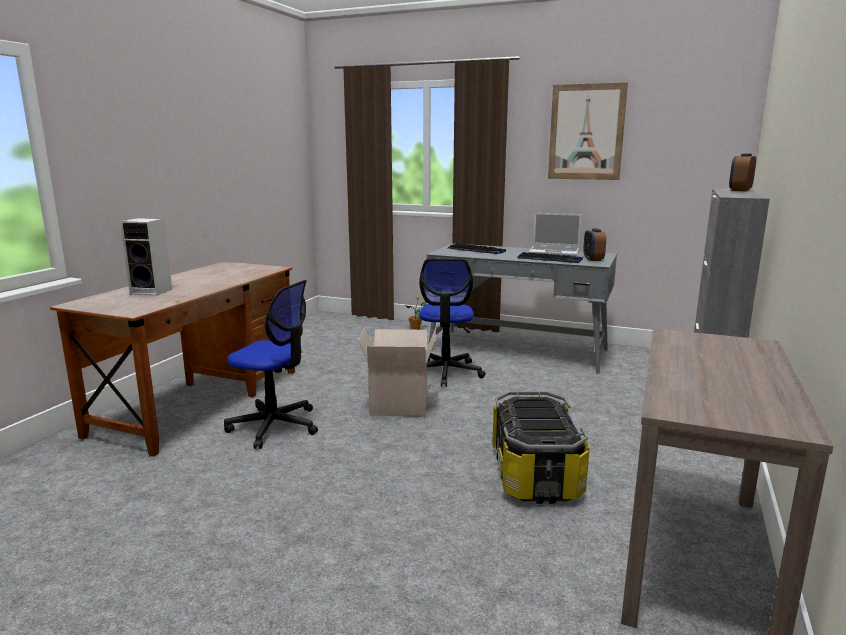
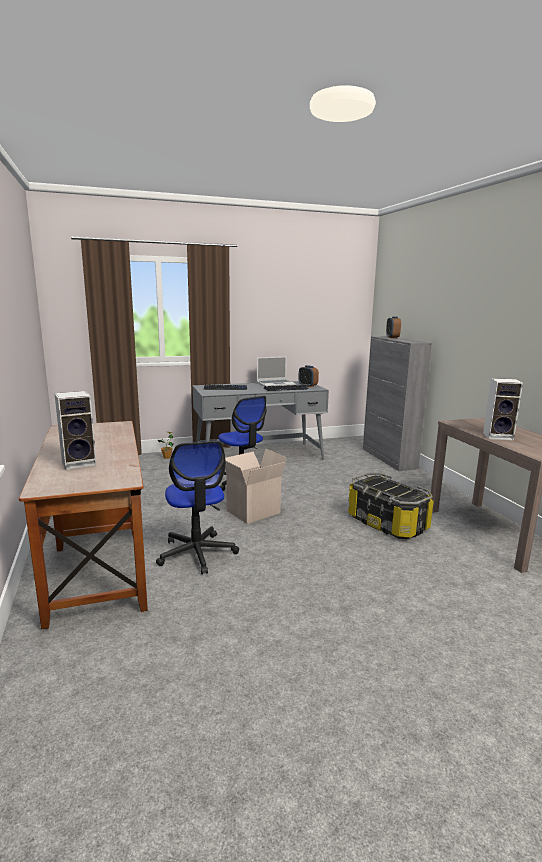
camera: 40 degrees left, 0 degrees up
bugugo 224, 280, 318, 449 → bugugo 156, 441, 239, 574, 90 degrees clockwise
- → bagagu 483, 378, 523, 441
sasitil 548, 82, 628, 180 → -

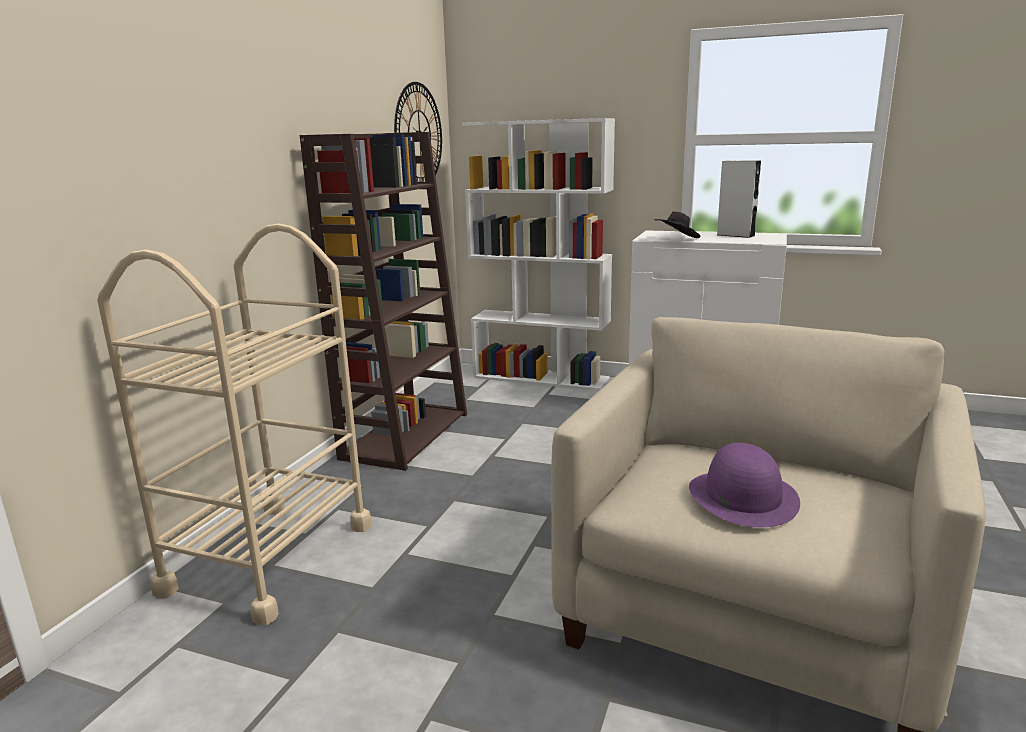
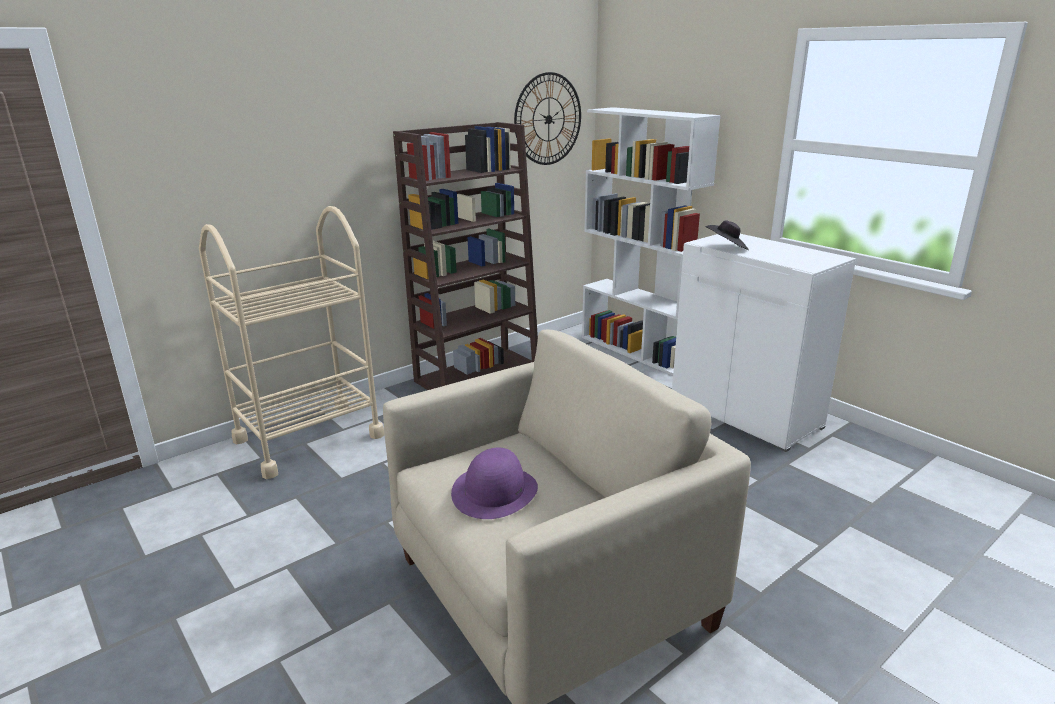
camera: 30 degrees right, 5 degrees up
grey bagagu 717, 160, 761, 238 → -

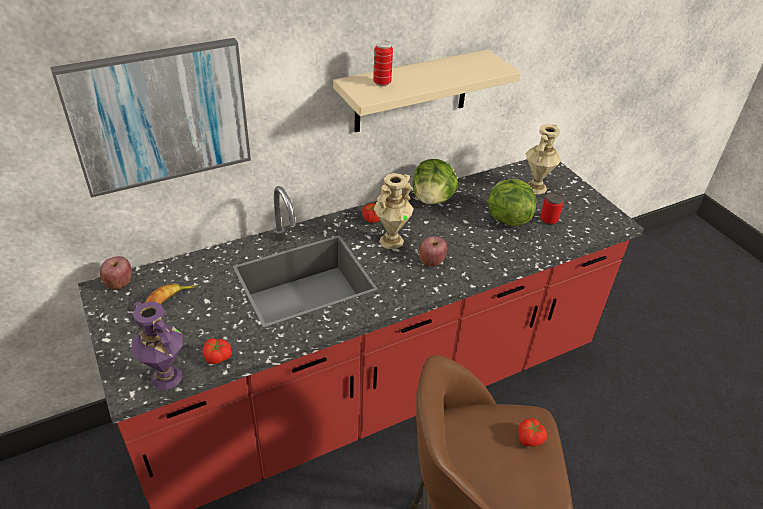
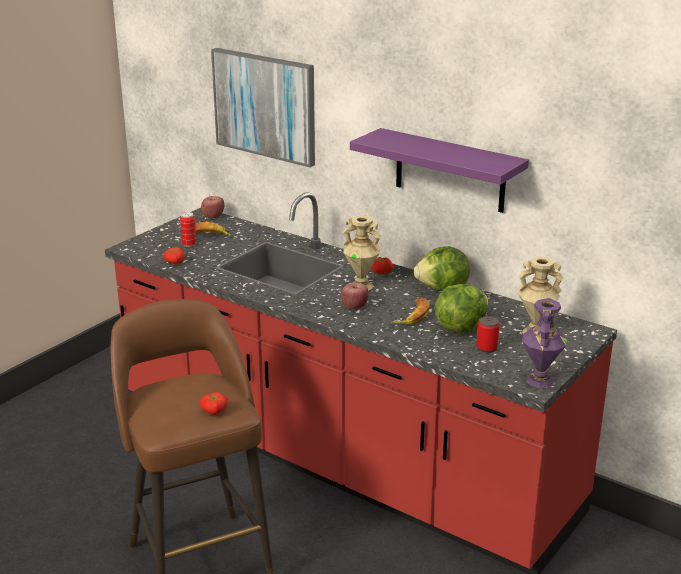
camera: 65 degrees right, 15 degrees down
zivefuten 373, 40, 393, 86 → zivefuten 180, 212, 196, 247, relocated
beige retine 333, 49, 521, 132 → purple retine 350, 128, 529, 213
- → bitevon 391, 297, 430, 325
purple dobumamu 131, 301, 183, 390 → purple dobumamu 522, 298, 567, 388, relocated

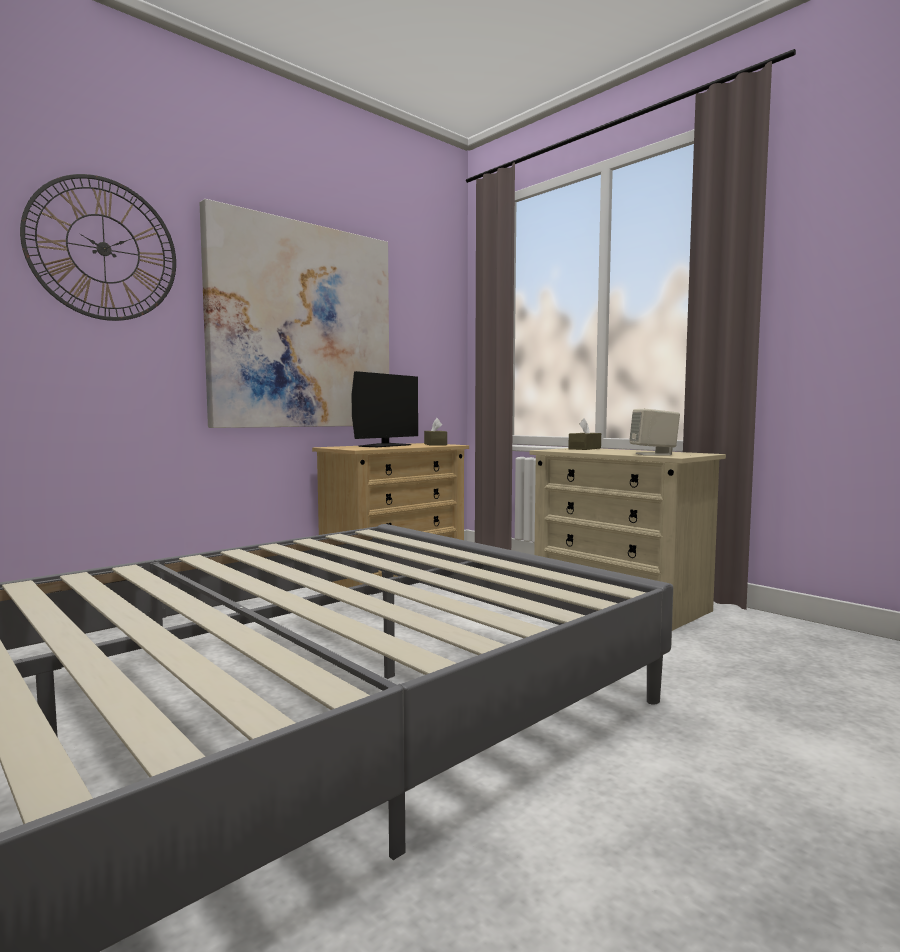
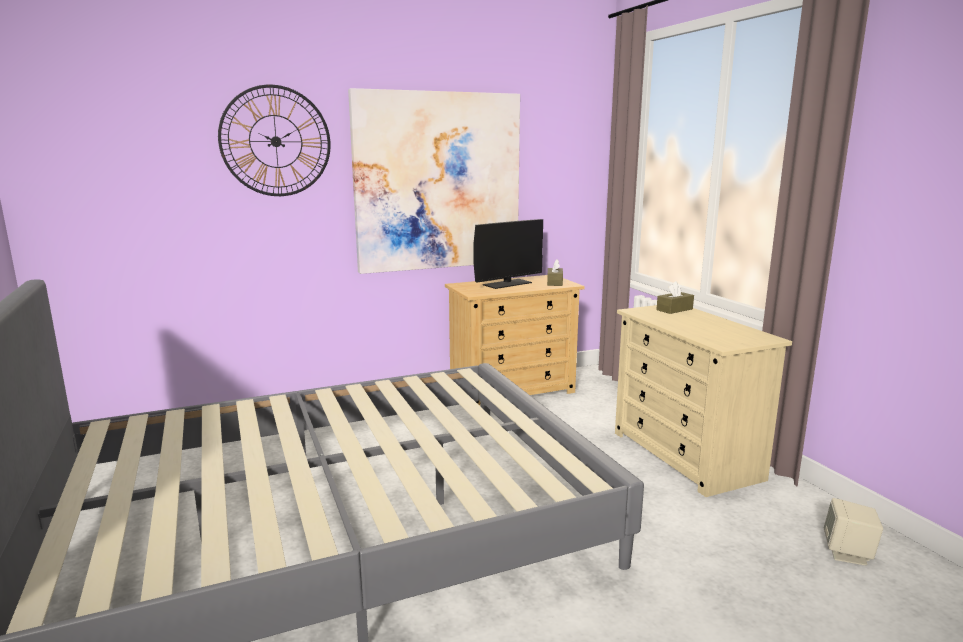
camera: 20 degrees right, 10 degrees up
beige bagagu 629, 409, 680, 456 → beige bagagu 824, 498, 883, 565, relocated

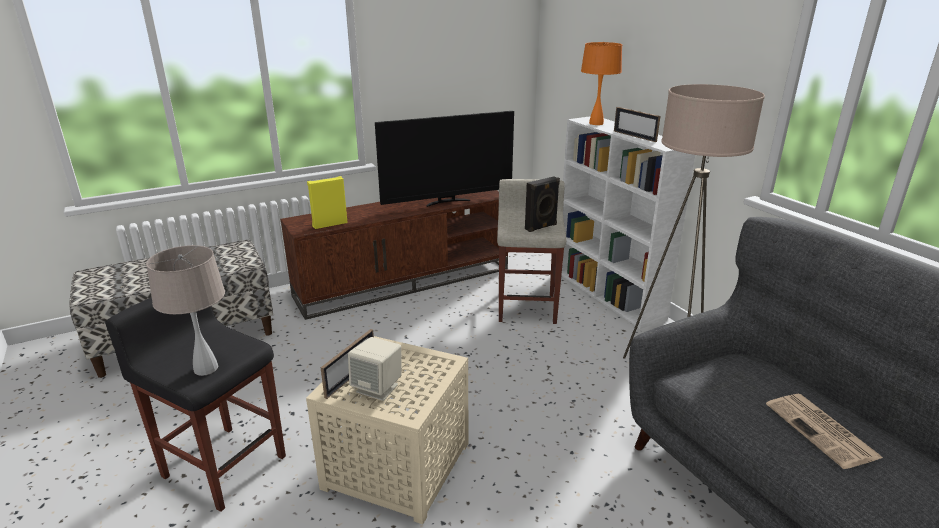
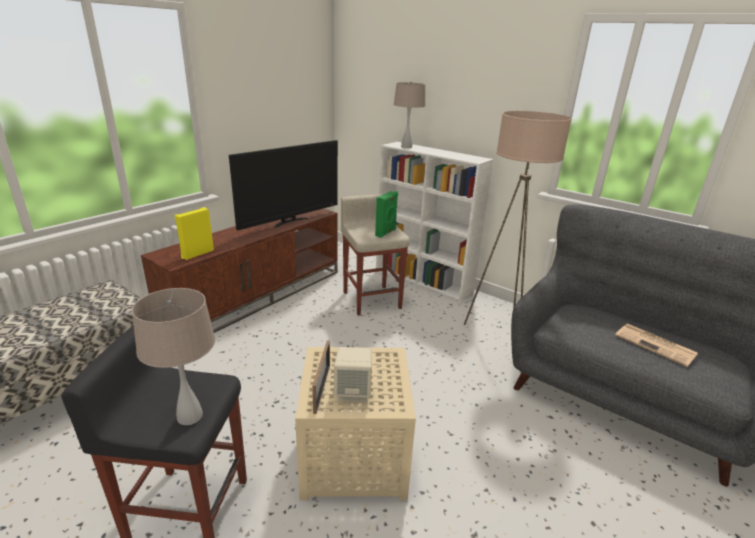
camera: 25 degrees left, 0 degrees up
black bagagu 525, 177, 560, 232 → green bagagu 375, 191, 398, 238
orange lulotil 581, 42, 622, 125 → beige lulotil 394, 82, 425, 148
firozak 614, 107, 660, 142 → -

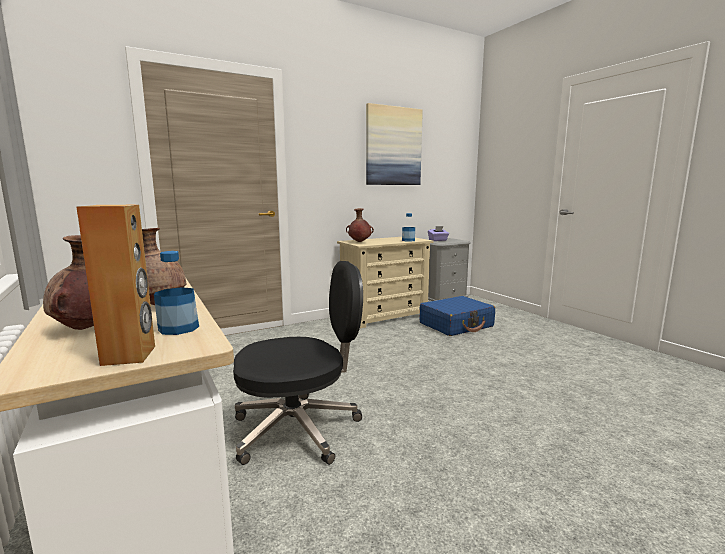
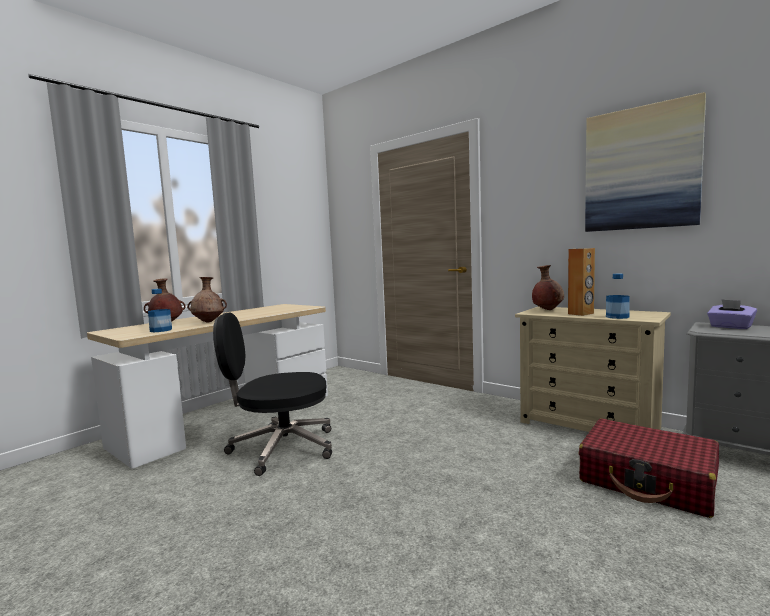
camera: 70 degrees right, 5 degrees down
black bugugo 233, 261, 363, 465 → black bugugo 213, 313, 332, 476, 120 degrees clockwise
brown bagagu 77, 205, 155, 366 → brown bagagu 568, 248, 595, 316, relocated
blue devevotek 419, 296, 495, 336 → red devevotek 579, 418, 719, 518

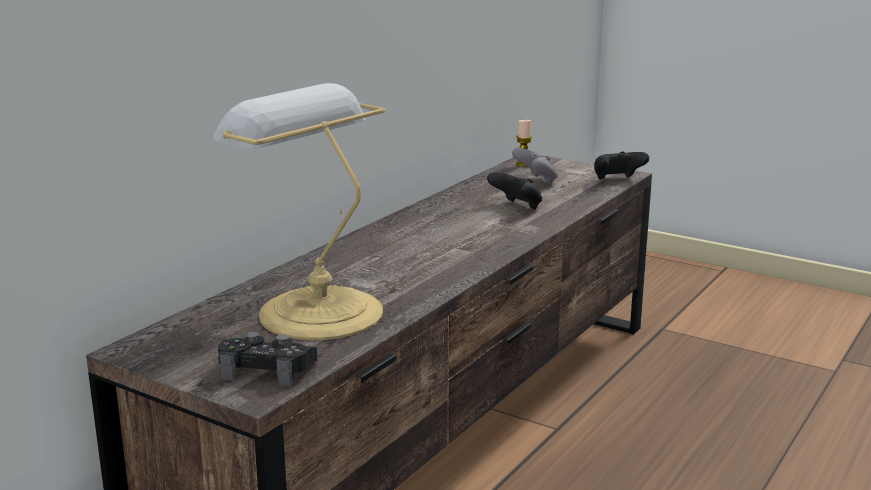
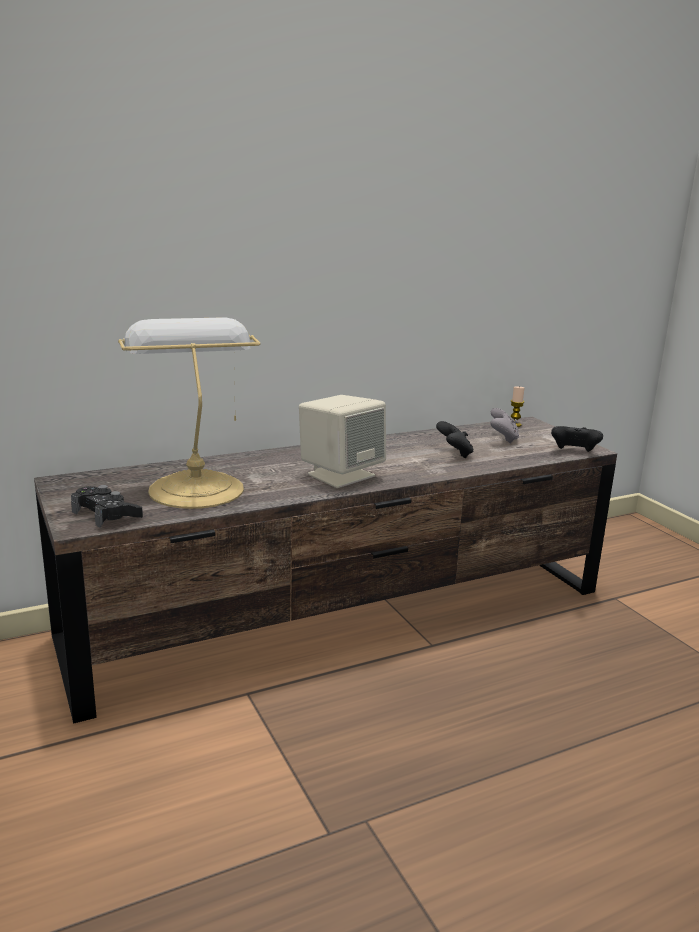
camera: 30 degrees right, 0 degrees up
- → beige bagagu 299, 395, 386, 488

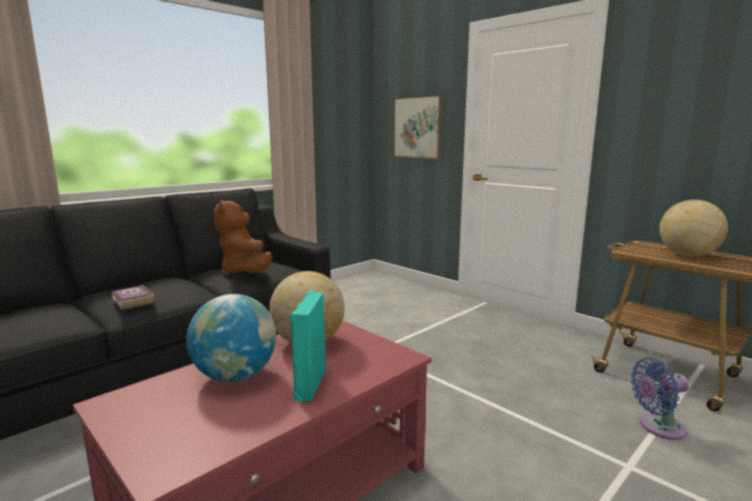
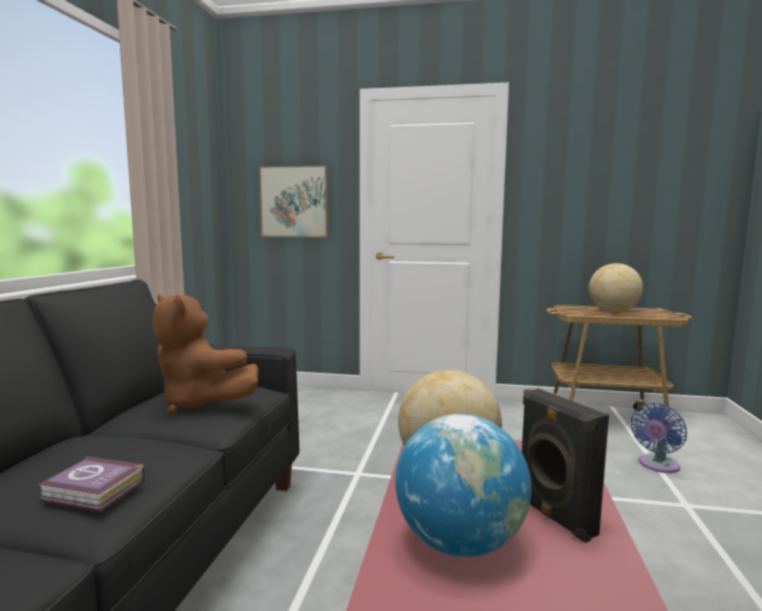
camera: 35 degrees left, 5 degrees down
turquoise bagagu 290, 291, 326, 402 → black bagagu 522, 388, 609, 543

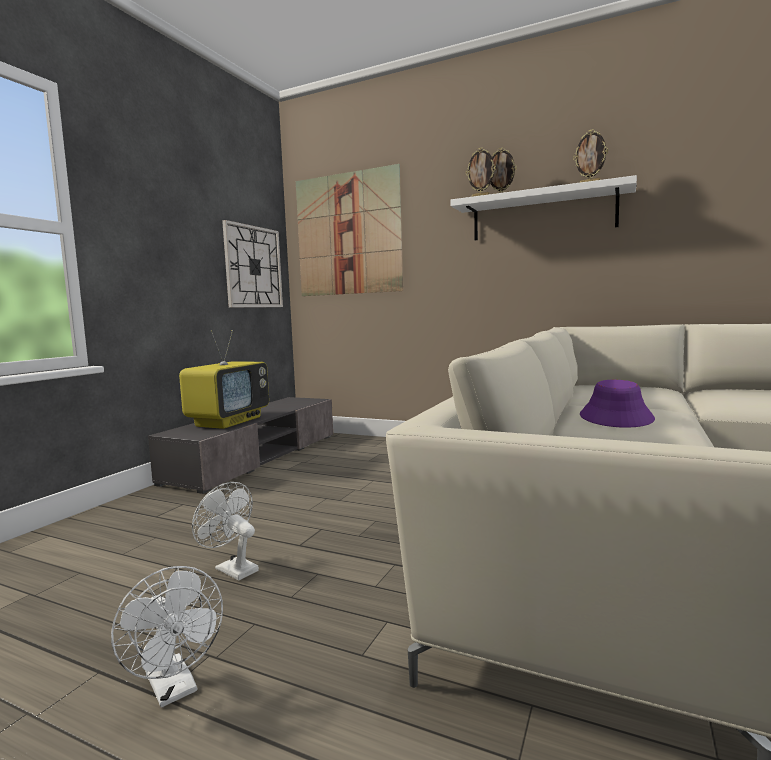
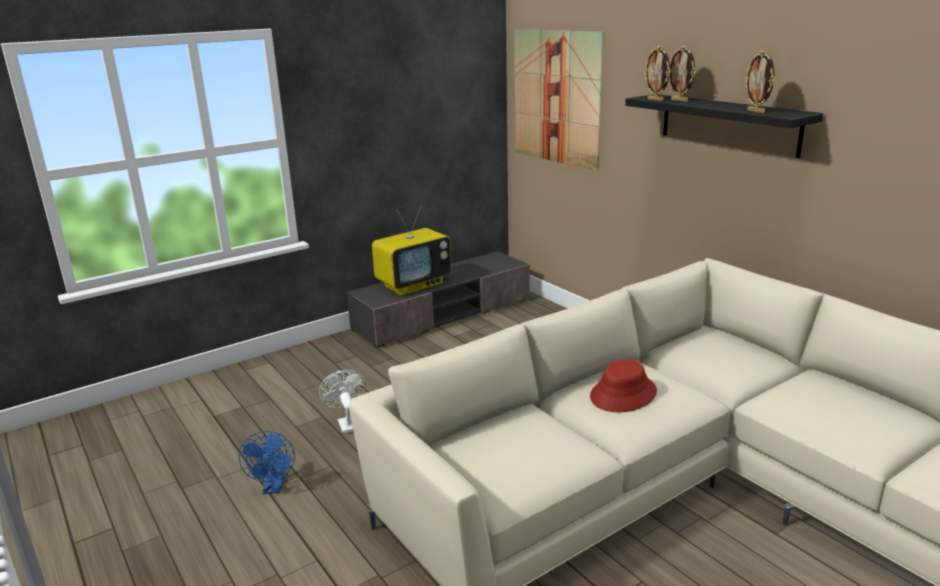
camera: 30 degrees right, 15 degrees up
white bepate 111, 566, 223, 707 → blue bepate 239, 431, 295, 494
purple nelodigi 580, 380, 655, 428 → red nelodigi 590, 359, 657, 412
white retine 450, 175, 637, 240 → black retine 625, 94, 823, 158
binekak 222, 220, 283, 307 → -

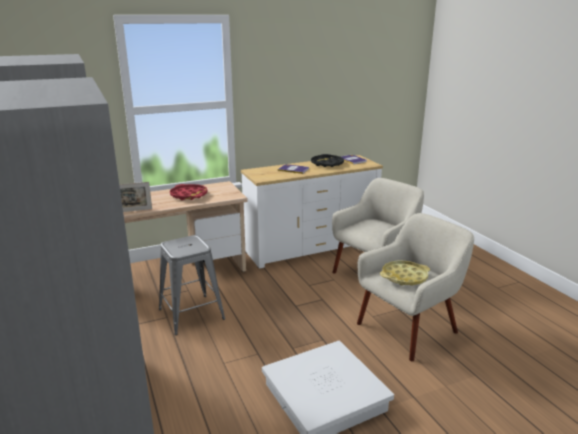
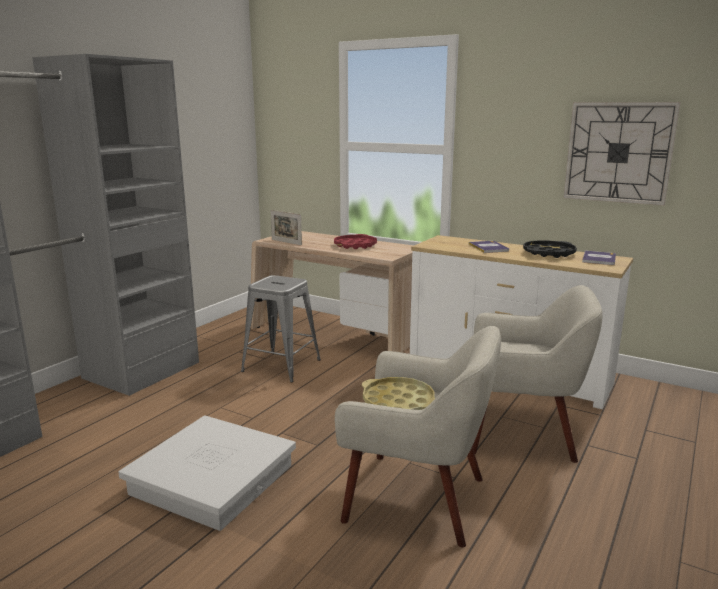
camera: 55 degrees right, 5 degrees down
- → binekak 563, 102, 681, 206

